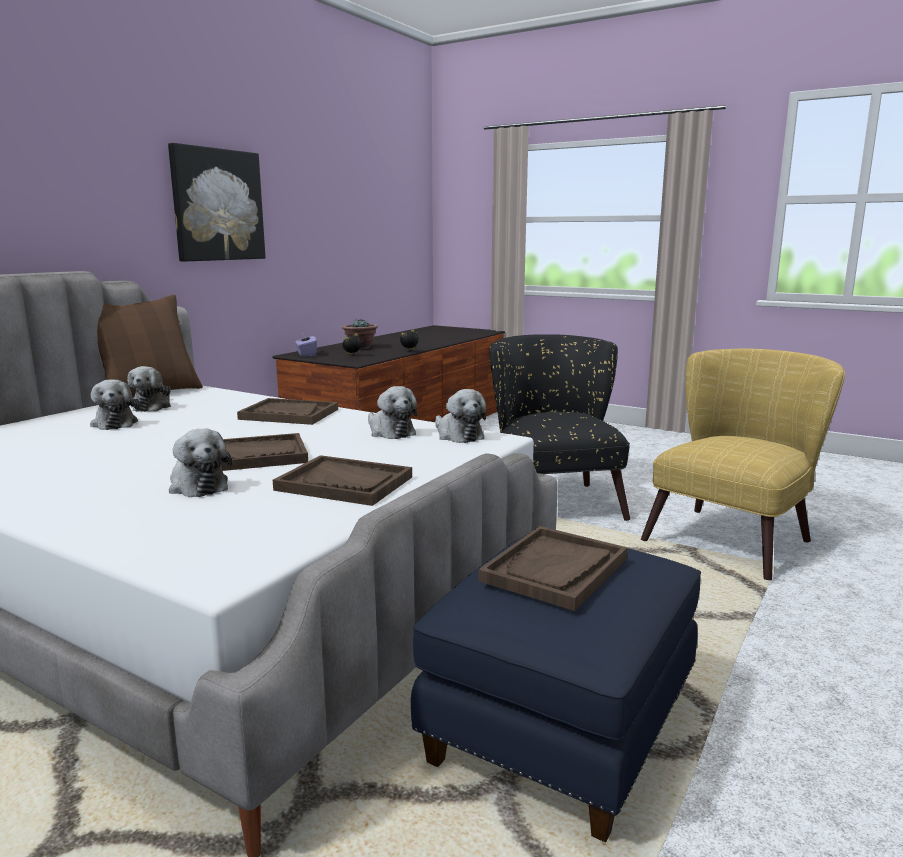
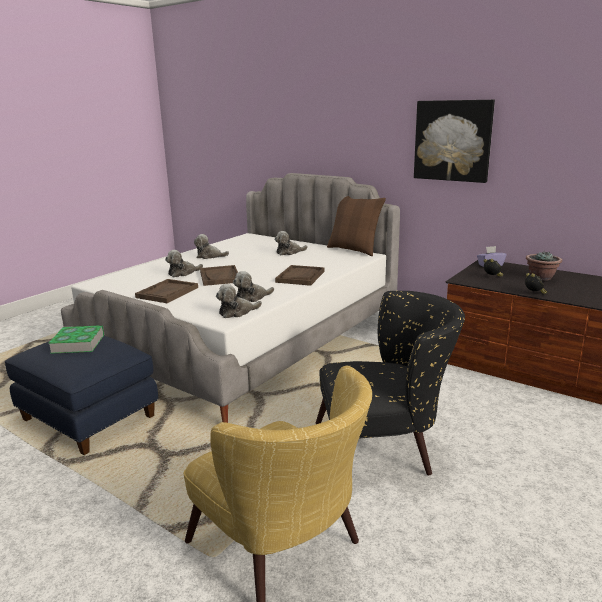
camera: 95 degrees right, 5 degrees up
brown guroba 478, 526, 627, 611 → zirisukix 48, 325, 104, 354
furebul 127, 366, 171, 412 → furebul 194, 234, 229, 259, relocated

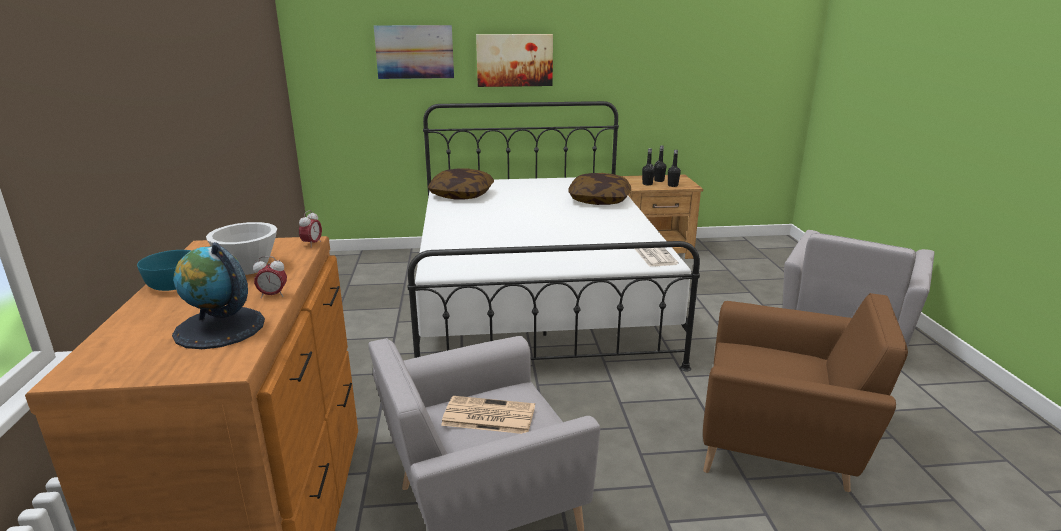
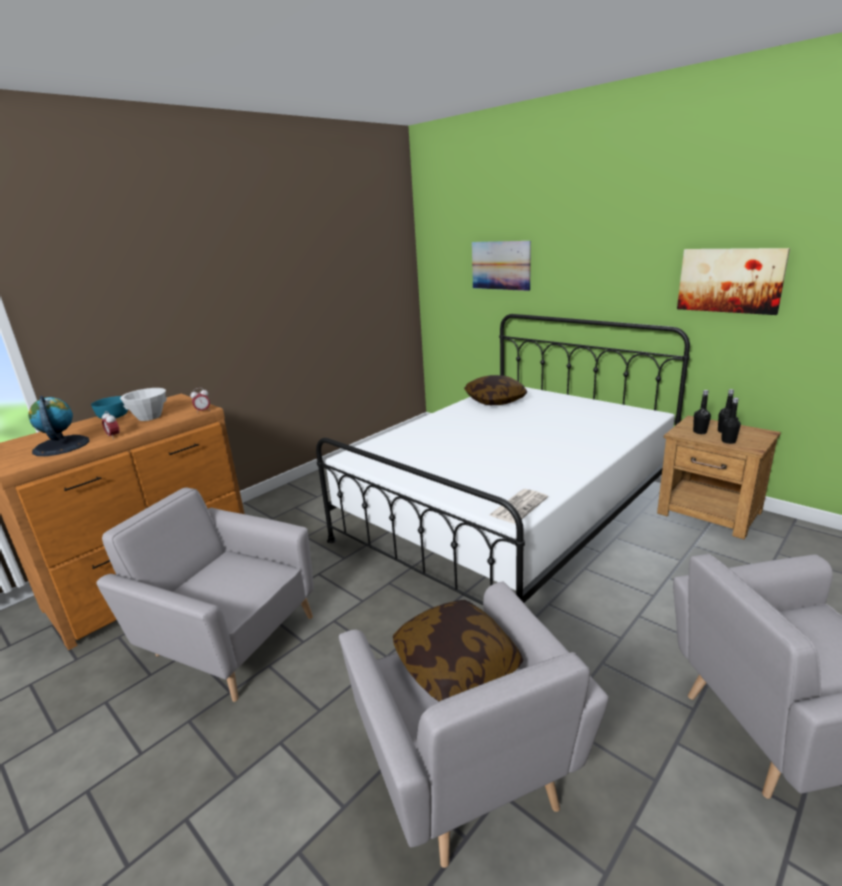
camera: 50 degrees right, 0 degrees up
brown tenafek 703, 293, 908, 492 → grey tenafek 339, 582, 609, 868
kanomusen 568, 173, 631, 205 → kanomusen 393, 600, 524, 702, relocated
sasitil 476, 34, 553, 87 → sasitil 677, 248, 790, 315, relocated
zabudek 441, 396, 535, 434 → -

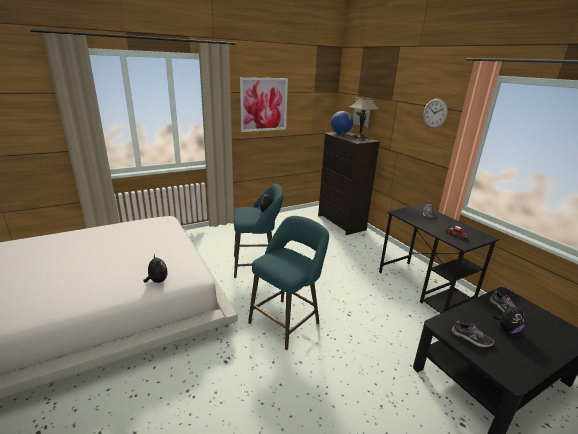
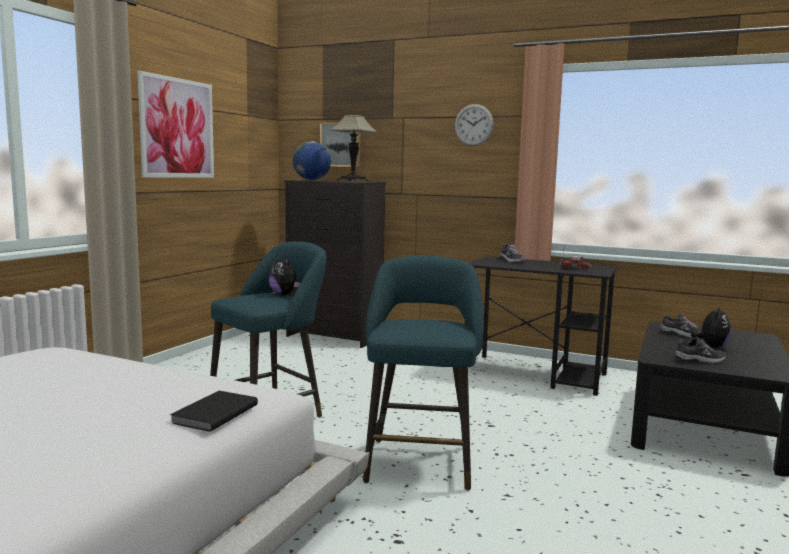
camera: 35 degrees left, 15 degrees down
furebul 143, 253, 168, 283 → black zirisukix 170, 391, 258, 432

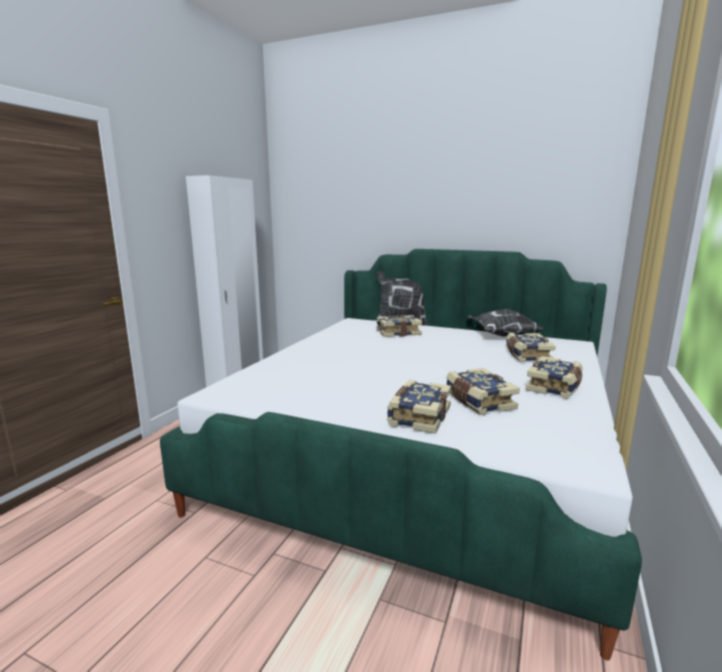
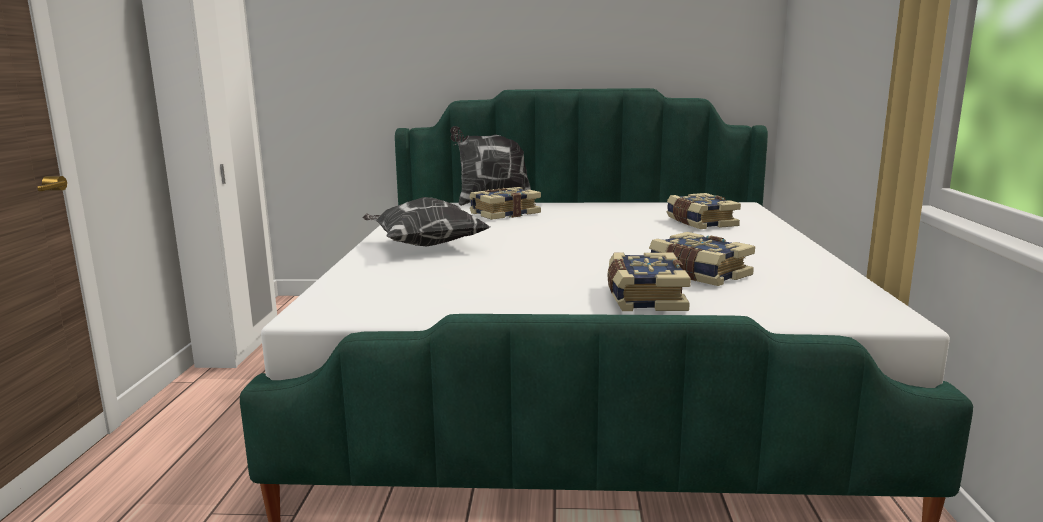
camera: 20 degrees left, 0 degrees up
kanomusen 467, 309, 545, 336 → kanomusen 362, 197, 490, 246, relocated
zirisukix 525, 356, 583, 399 → -

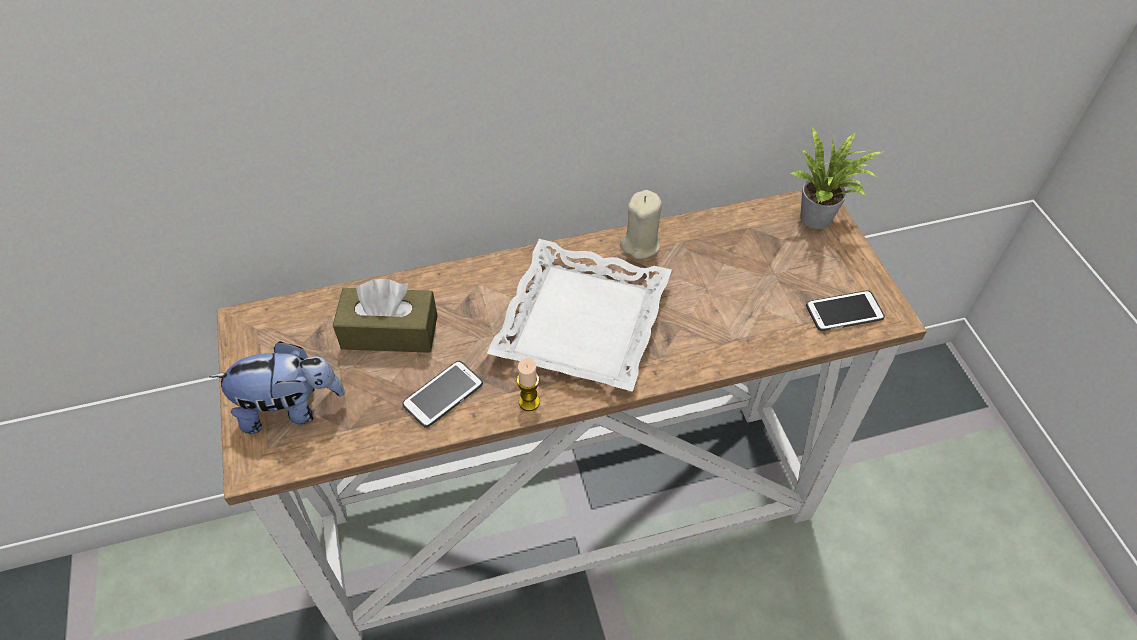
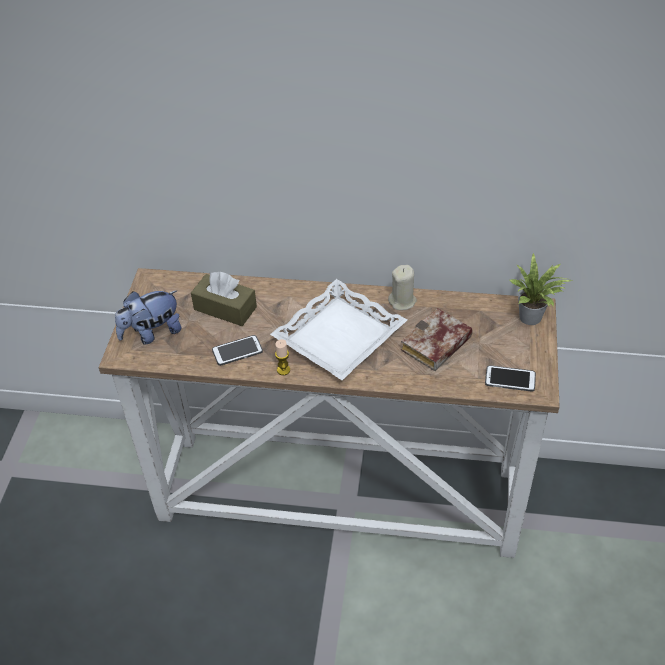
camera: 25 degrees right, 5 degrees down
furebul 209, 341, 345, 434 → furebul 115, 290, 182, 344, 135 degrees clockwise
- → zirisukix 401, 308, 473, 371

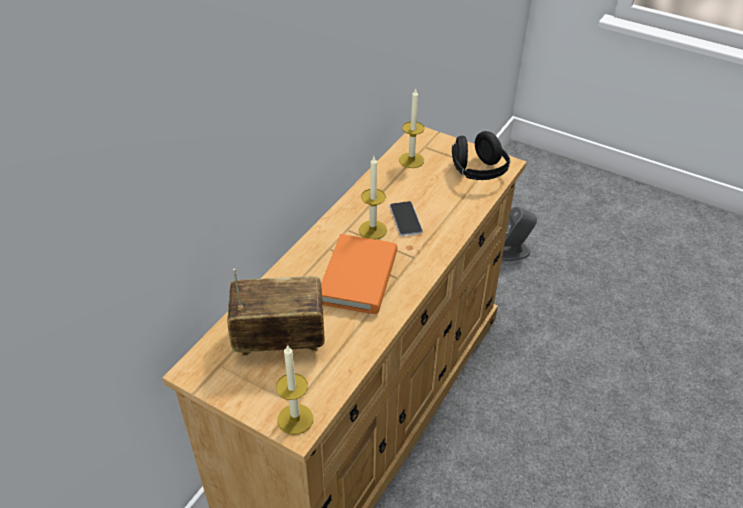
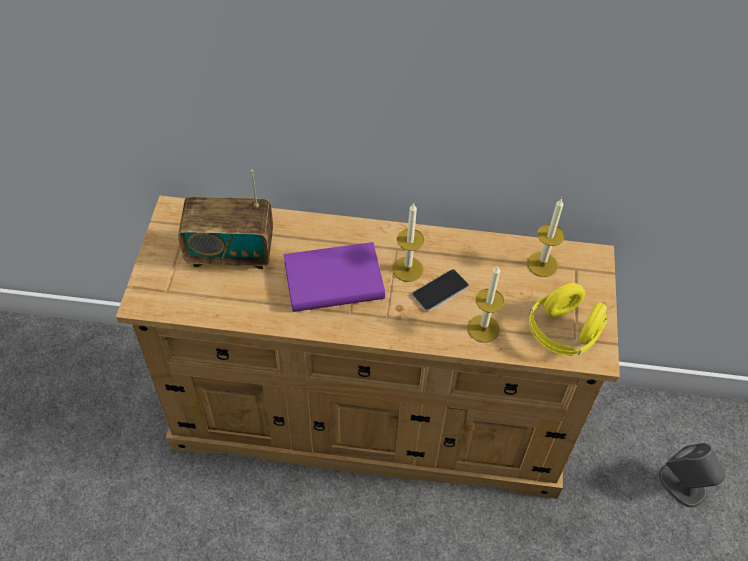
camera: 65 degrees right, 10 degrees up
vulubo 227, 269, 325, 355 → vulubo 178, 170, 273, 269, 120 degrees clockwise
orange zirisukix 321, 234, 397, 314 → purple zirisukix 284, 242, 385, 312
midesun 276, 345, 313, 435 → midesun 467, 265, 504, 343, relocated
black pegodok 452, 131, 511, 180 → yellow pegodok 529, 283, 608, 356

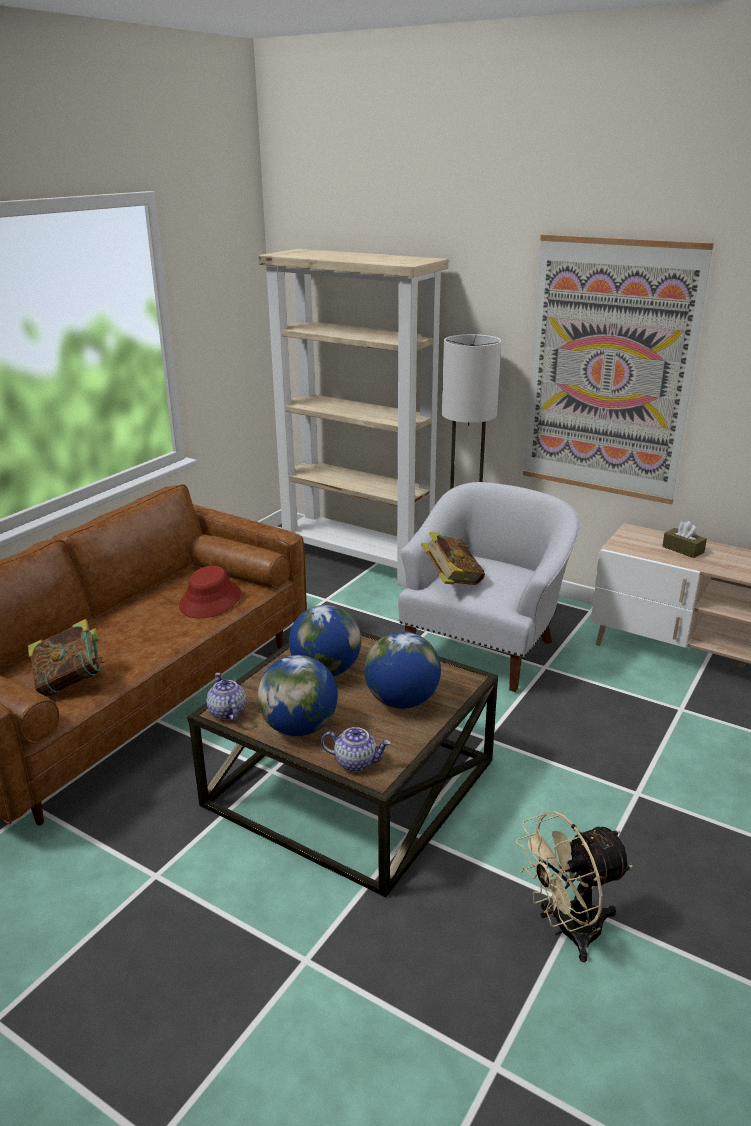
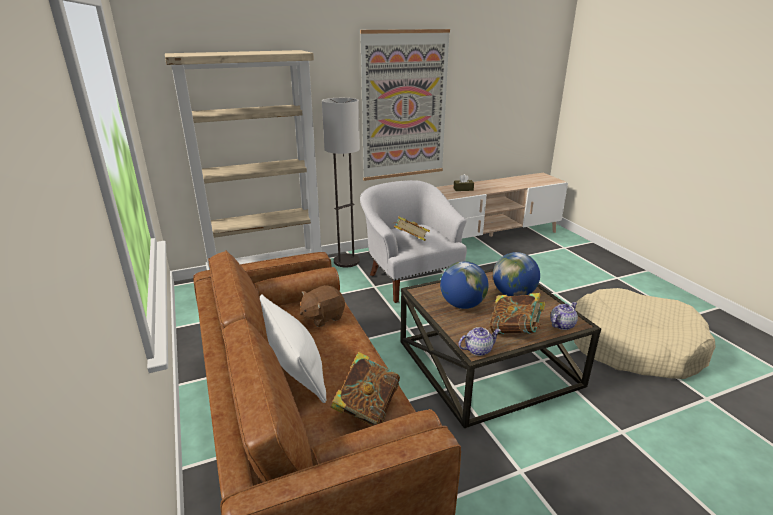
camera: 55 degrees left, 0 degrees up
- → white kanomusen 260, 295, 327, 403
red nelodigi 179, 566, 241, 618 → brown furebul 300, 285, 345, 327
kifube 207, 673, 246, 720 → kifube 459, 327, 501, 356, 150 degrees clockwise
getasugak 257, 655, 338, 736 → zirisukix 489, 293, 545, 334
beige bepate 516, 811, 633, 962 → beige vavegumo 574, 288, 716, 379

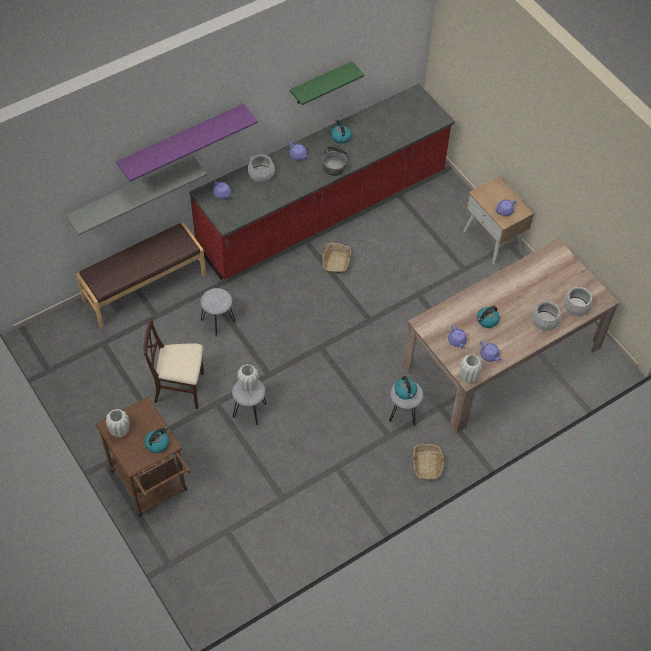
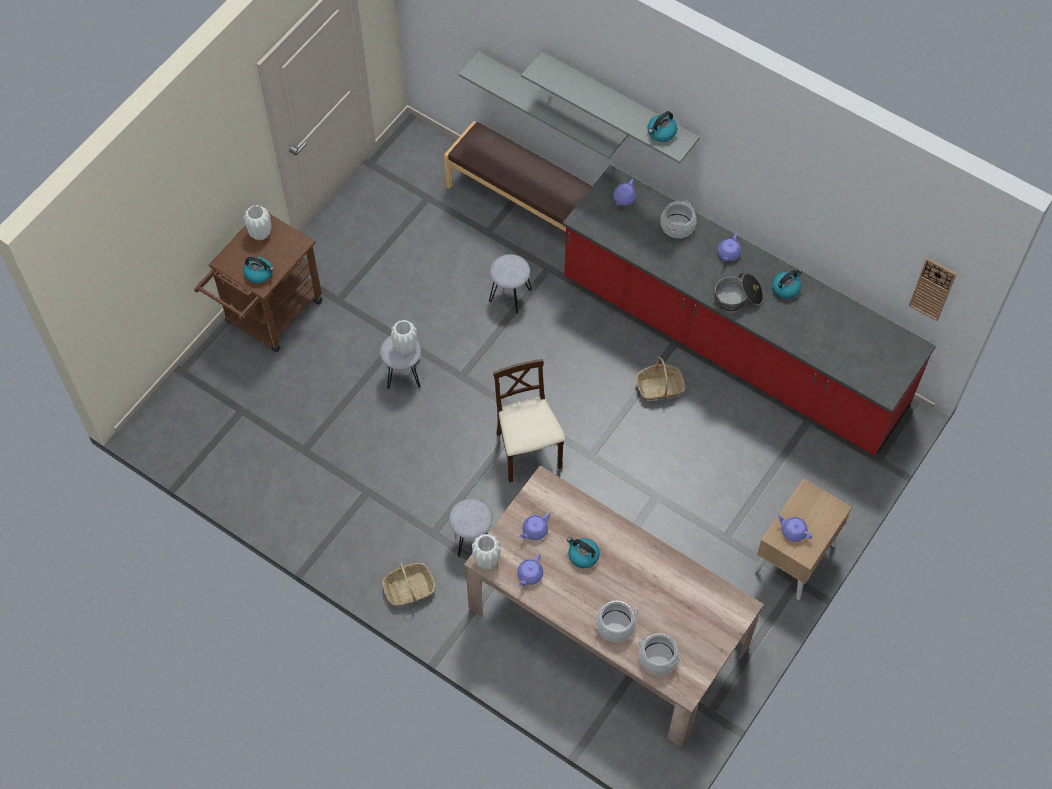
camera: 70 degrees right, 5 degrees up
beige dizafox 144, 318, 204, 409 → beige dizafox 493, 359, 566, 483, relocated
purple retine 116, 104, 258, 182 → grey retine 521, 52, 700, 163
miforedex 395, 376, 417, 400 → miforedex 647, 111, 677, 142, relocated
- → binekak 909, 257, 957, 321
green retine 290, 61, 364, 105 → -

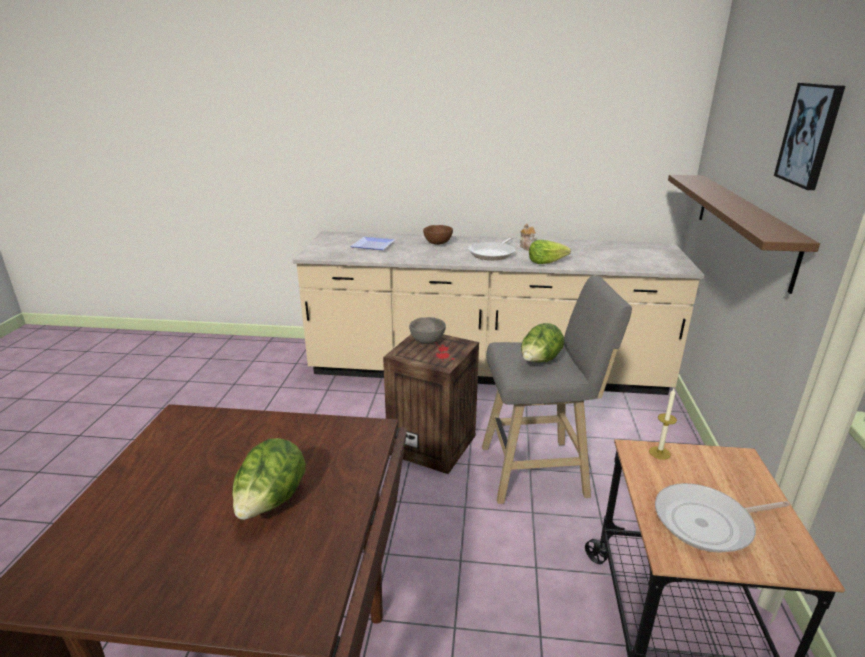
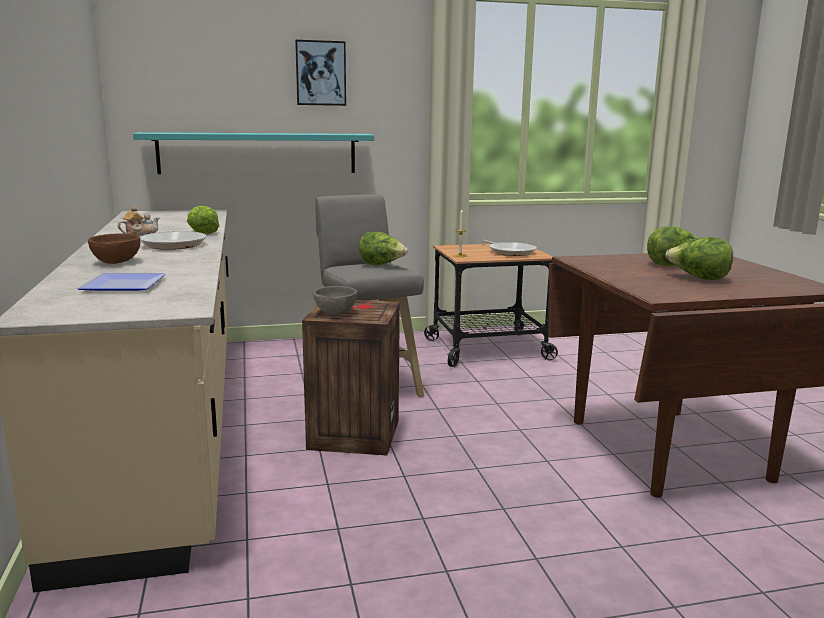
camera: 110 degrees left, 10 degrees down
brown retine 668, 175, 820, 294 → turquoise retine 133, 132, 374, 174
- → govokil 665, 237, 733, 280

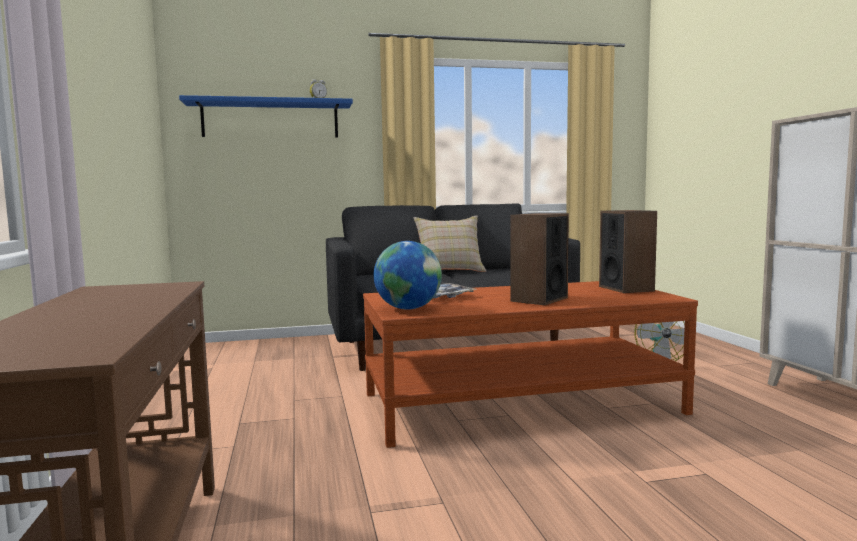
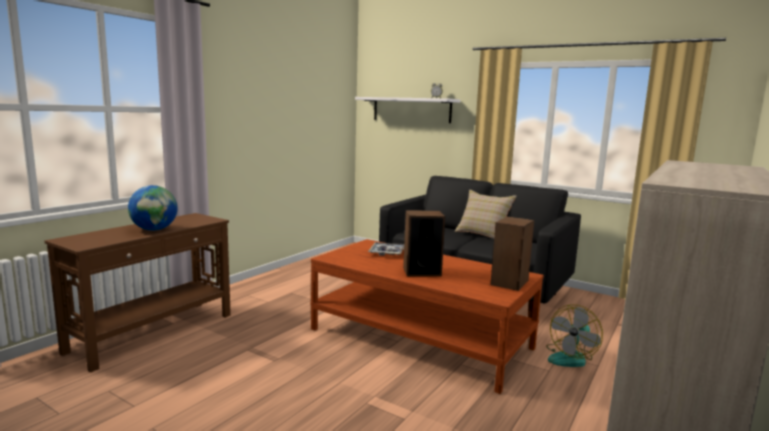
camera: 45 degrees right, 5 degrees up
getasugak 373, 241, 442, 310 → getasugak 128, 185, 178, 231, relocated
blue retine 179, 95, 353, 138 → white retine 355, 97, 460, 123

